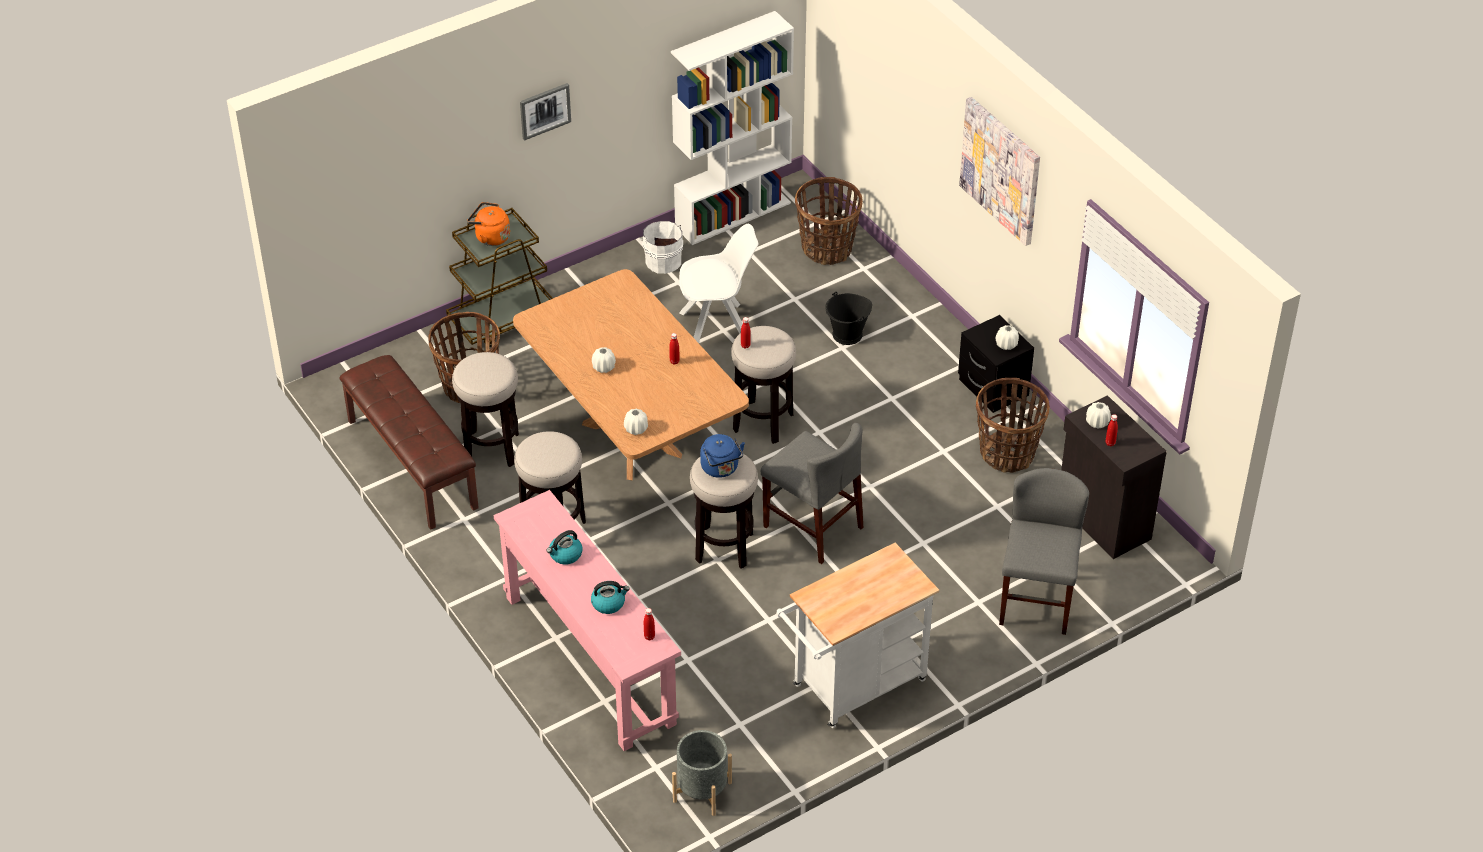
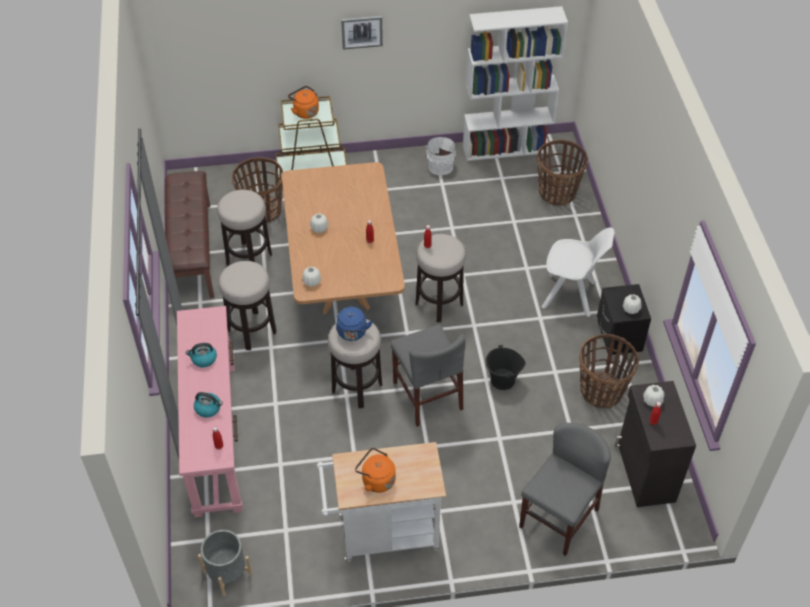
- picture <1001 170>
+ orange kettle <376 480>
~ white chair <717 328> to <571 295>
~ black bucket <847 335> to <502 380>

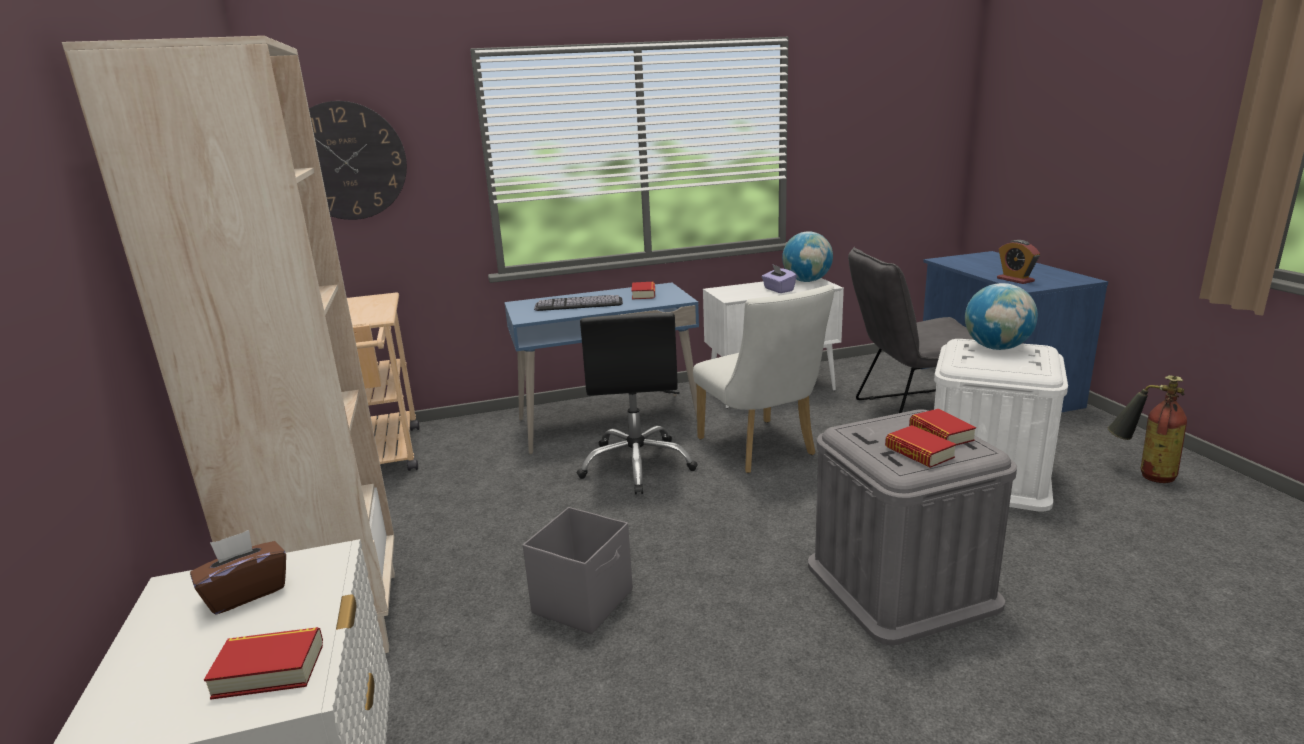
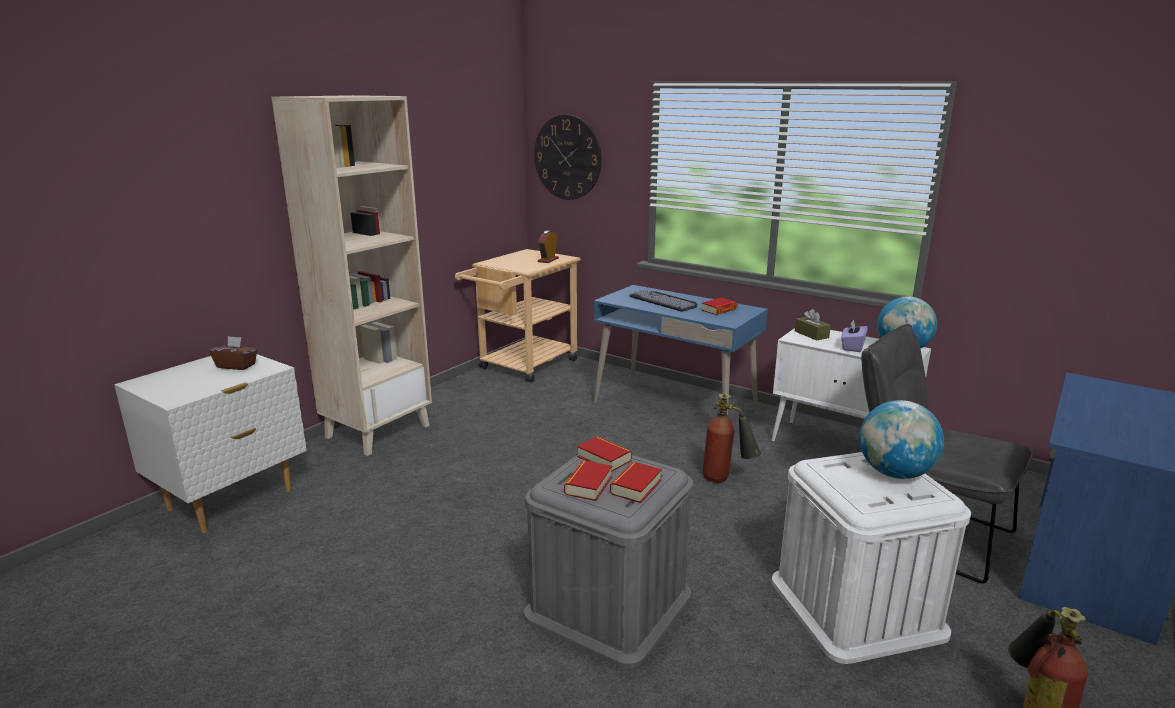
- grey storage box <584 601>
- black office chair <637 465>
+ brown tissue box <811 334>
~ book <269 670> to <604 458>
~ alarm clock <1015 280> to <548 260>
~ white chair <761 450> to fire extinguisher <726 479>

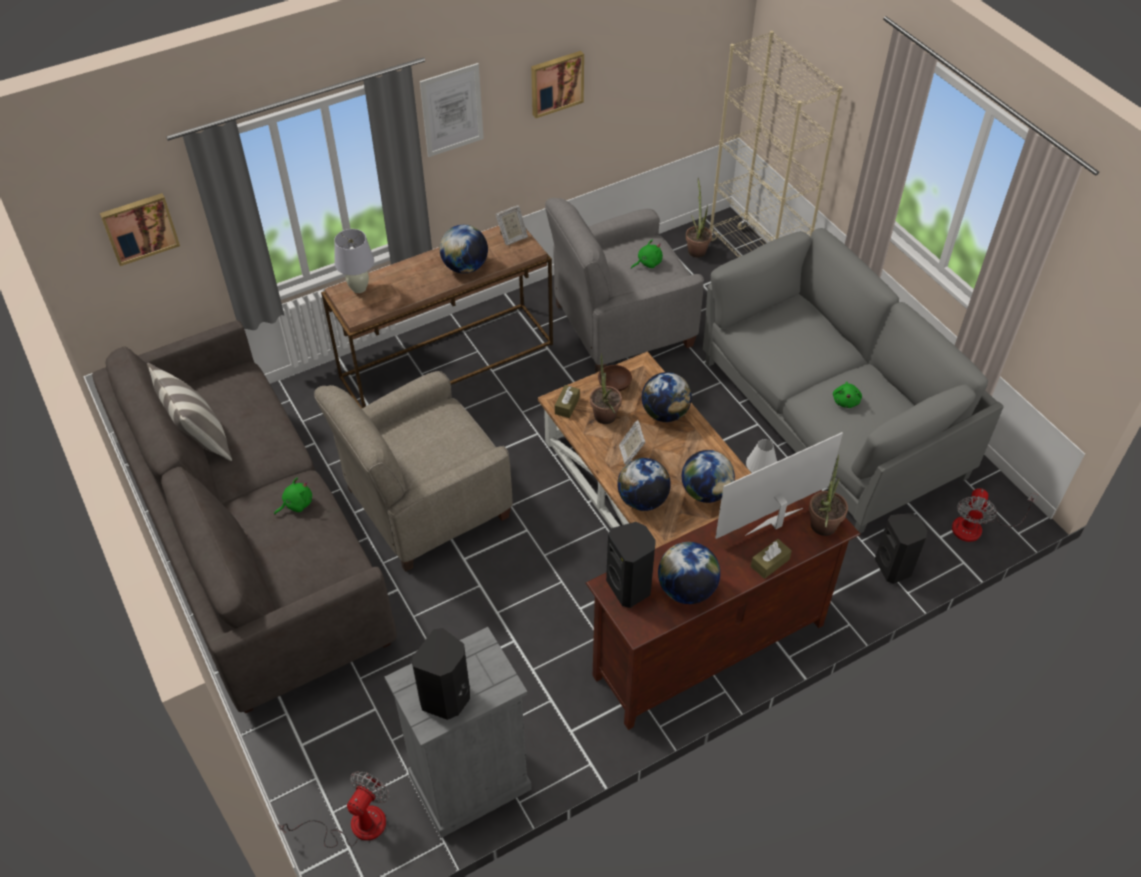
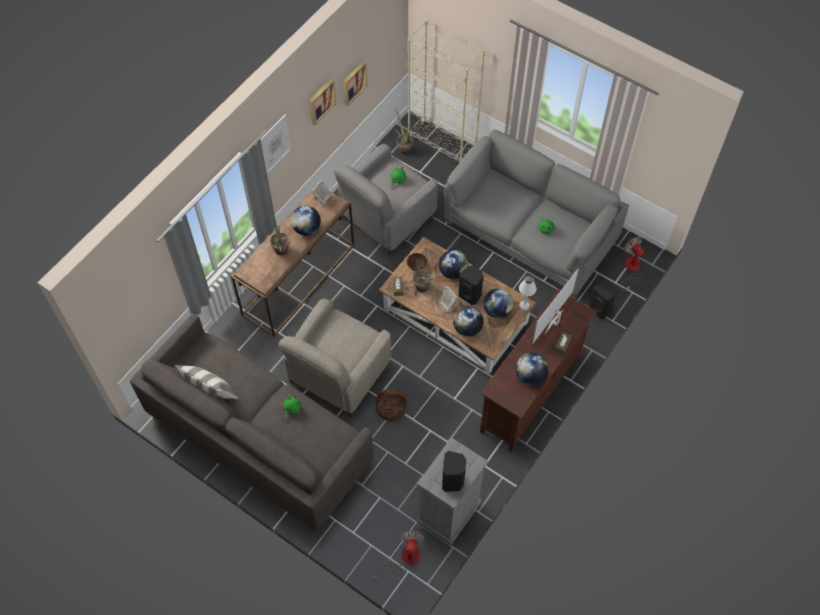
- white table lamp <359 288>
+ basket <391 409>
~ picture <139 227> to <353 82>
~ black speaker <630 587> to <470 295>
~ potted plant <821 530> to <281 252>
~ fan <977 527> = <631 269> 150 degrees clockwise

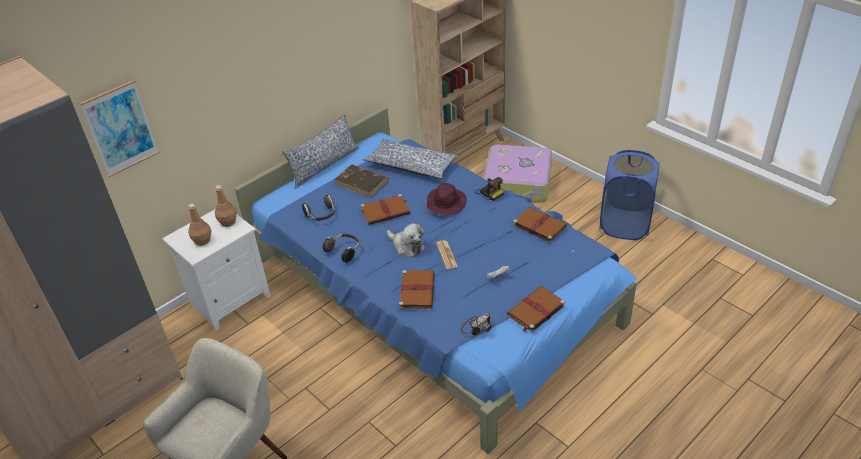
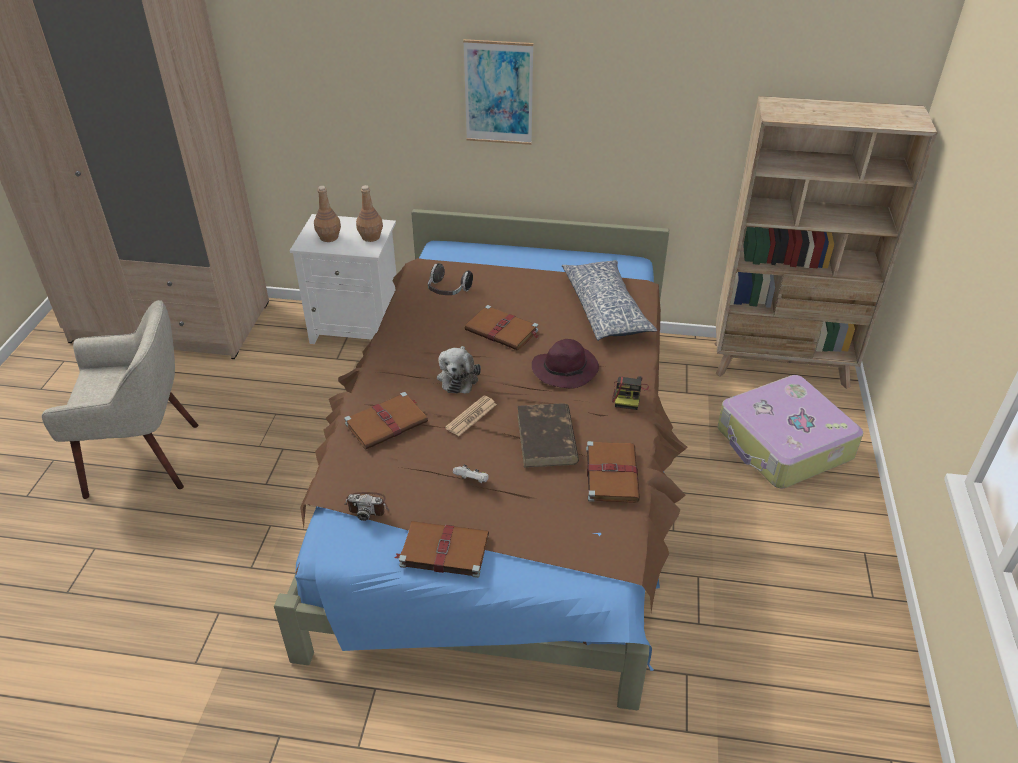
- pillow <324 165>
- headphones <344 251>
- blue laundry basket <625 225>
~ picture <121 128> to <498 93>
~ brown book <362 183> to <547 439>
~ blue bed <434 294> to brown bed <505 473>

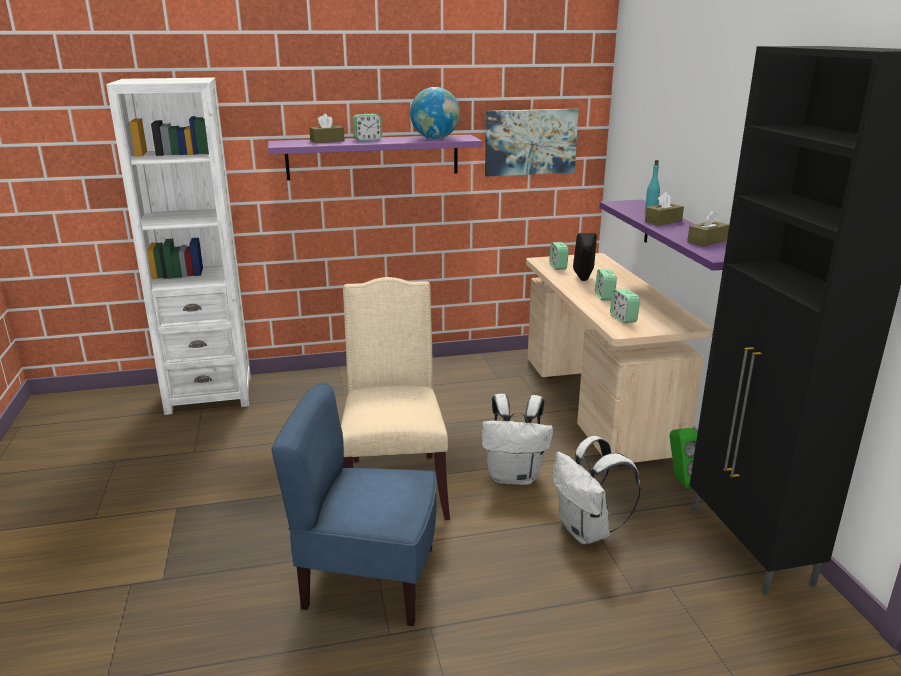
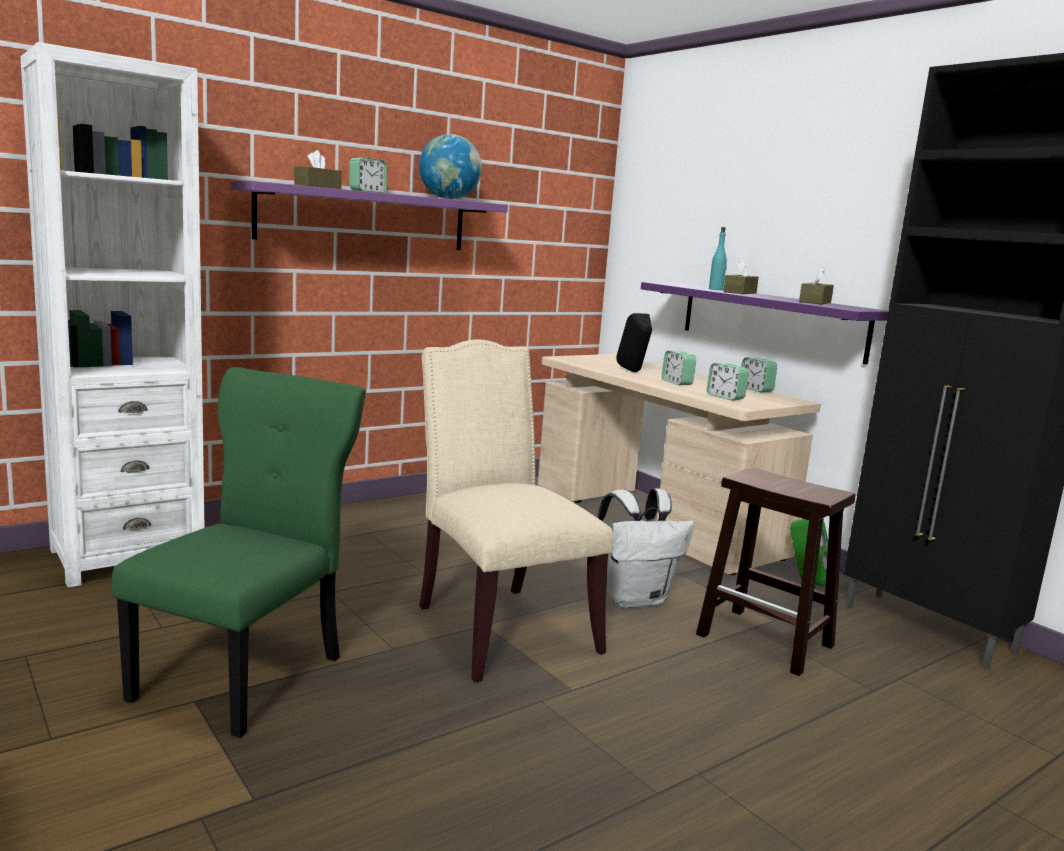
- blue chair <369 580>
- picture <530 142>
+ green chair <246 674>
~ alarm clock <558 267> to <755 389>
~ white backpack <587 531> to brown stool <767 641>

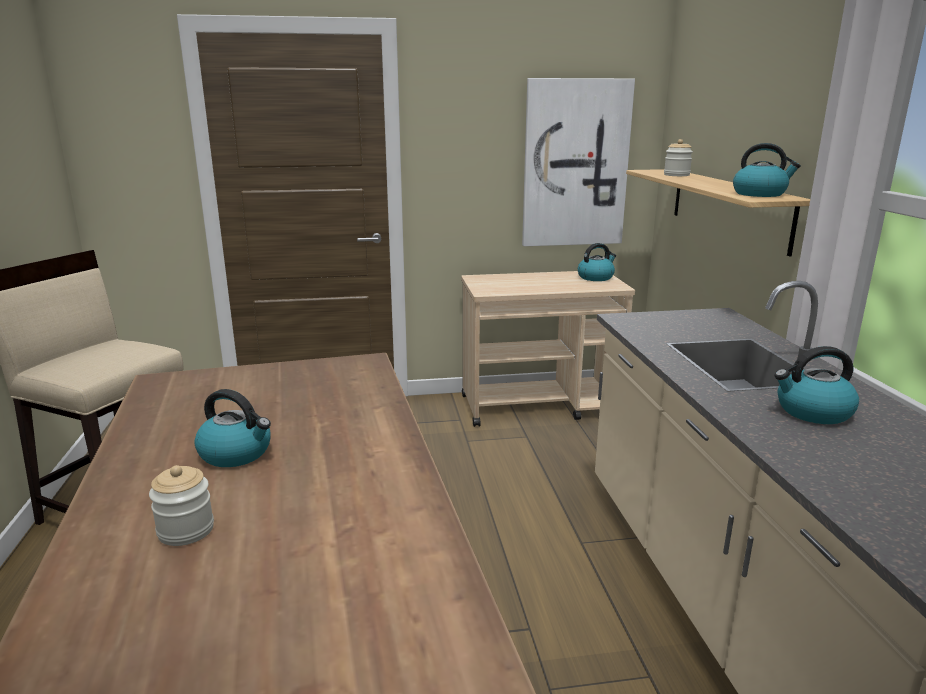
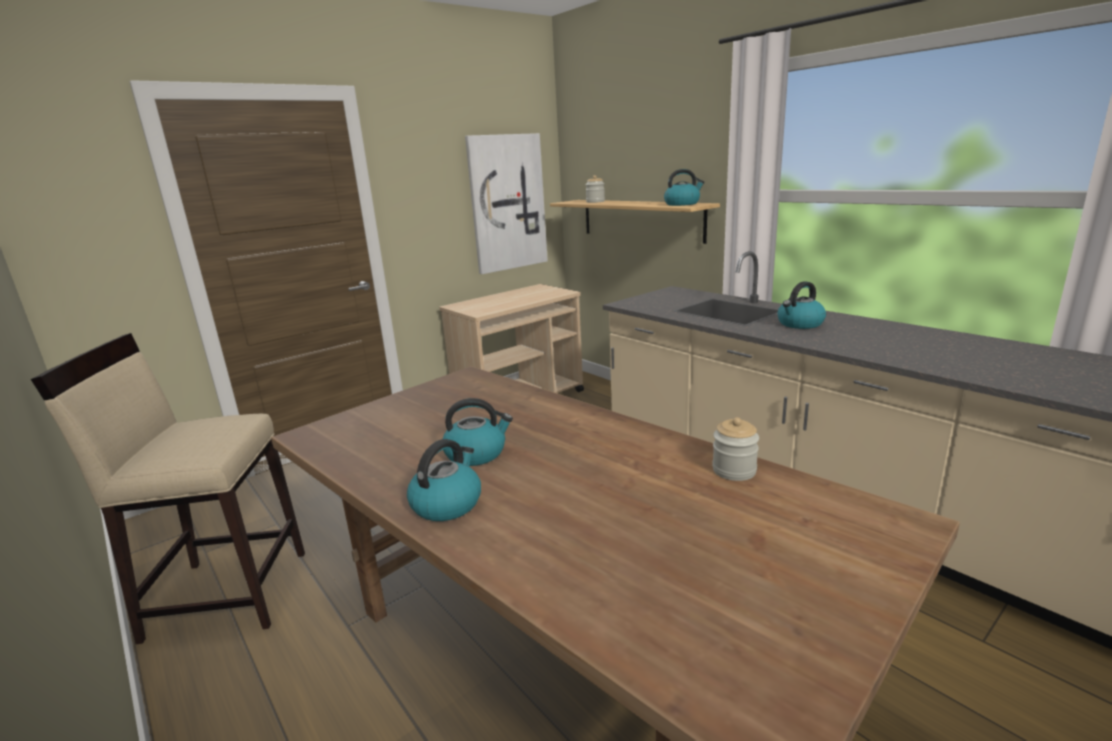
~ jar <186 530> to <734 470>
~ kettle <596 277> to <447 503>

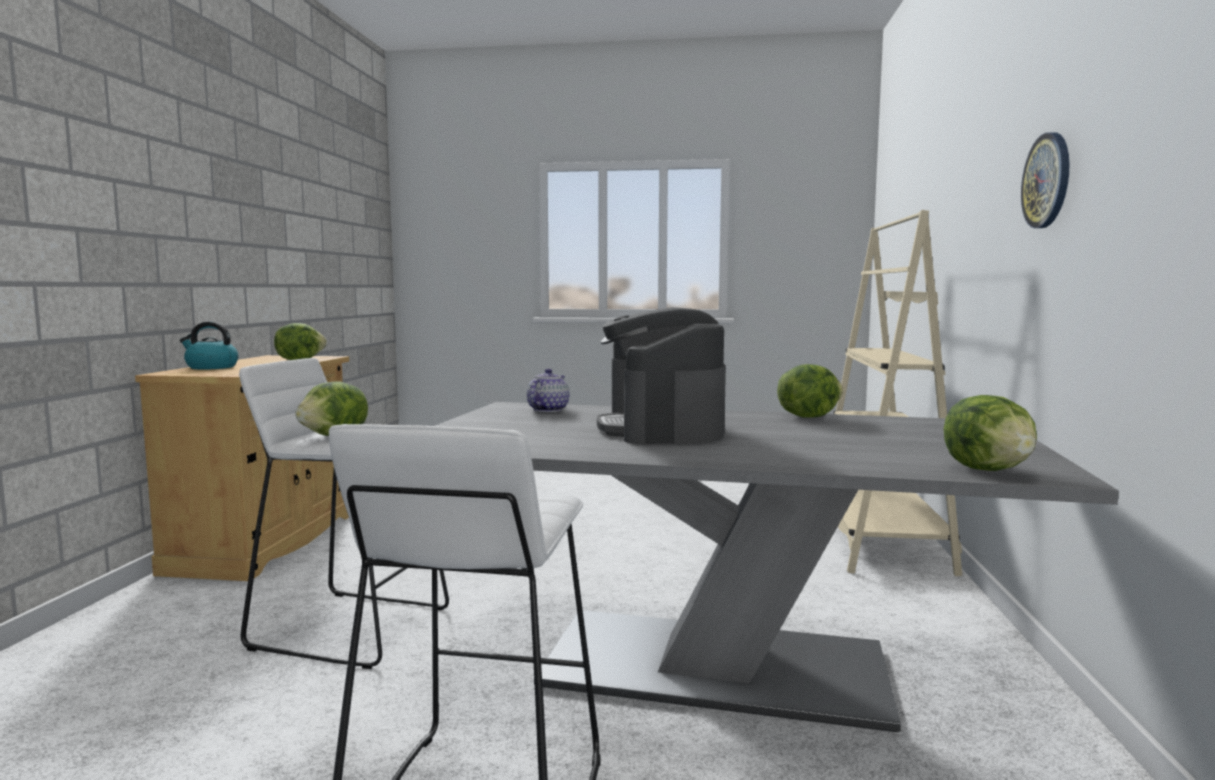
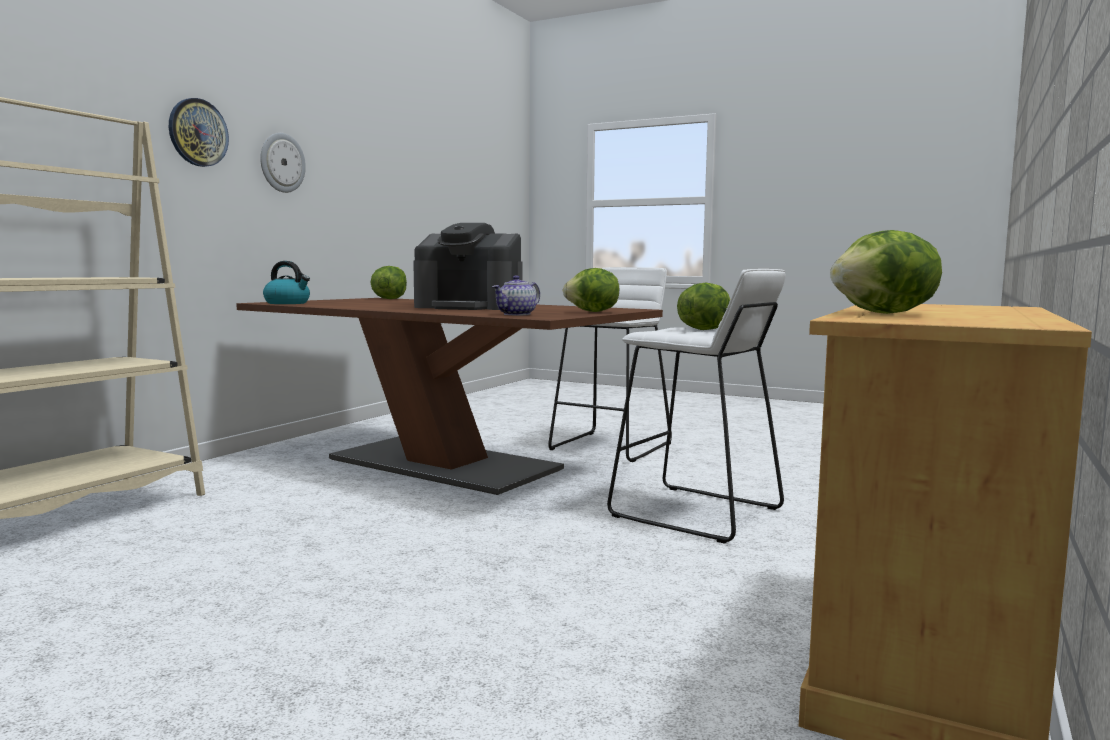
+ wall clock <282 163>
~ kettle <211 367> to <288 303>
~ lettuce <807 416> to <593 312>
~ grey dining table <715 667> to brown dining table <444 465>
~ coffee machine <661 429> = <470 307> 90 degrees clockwise

